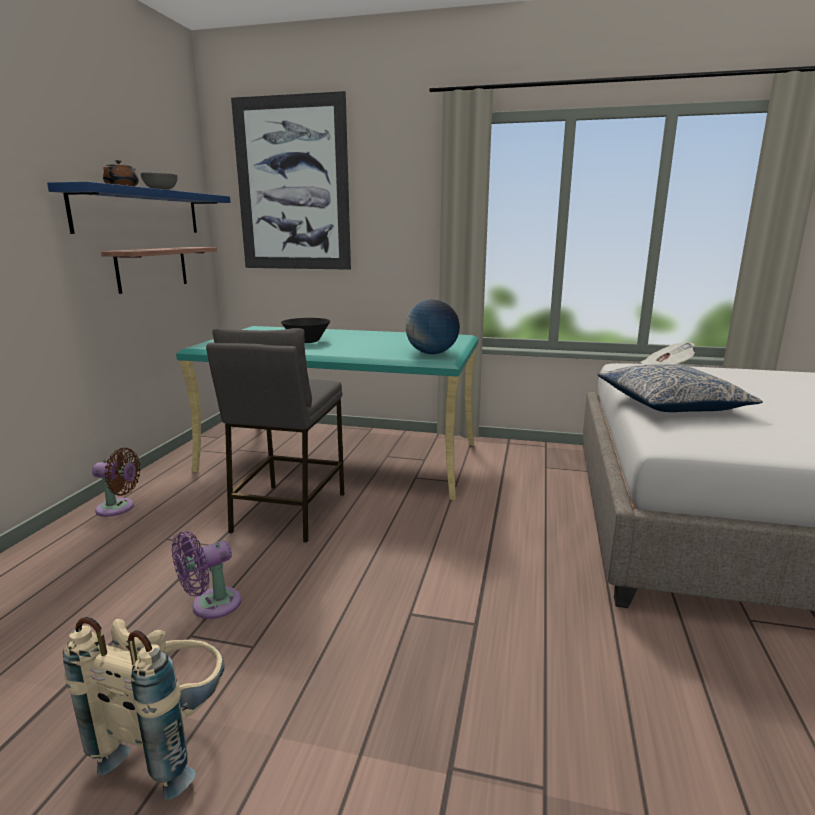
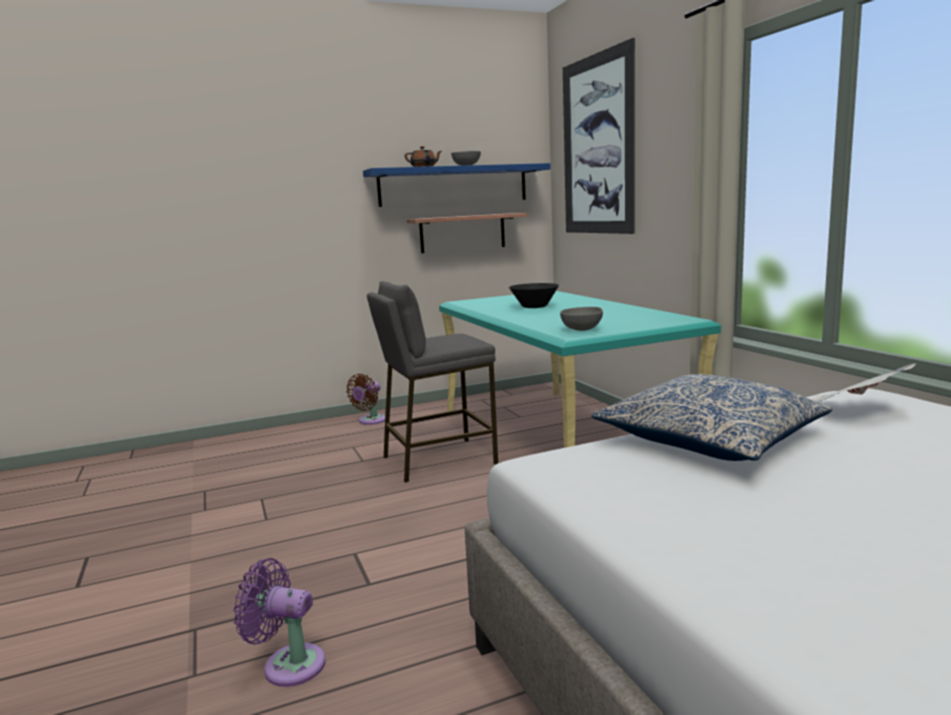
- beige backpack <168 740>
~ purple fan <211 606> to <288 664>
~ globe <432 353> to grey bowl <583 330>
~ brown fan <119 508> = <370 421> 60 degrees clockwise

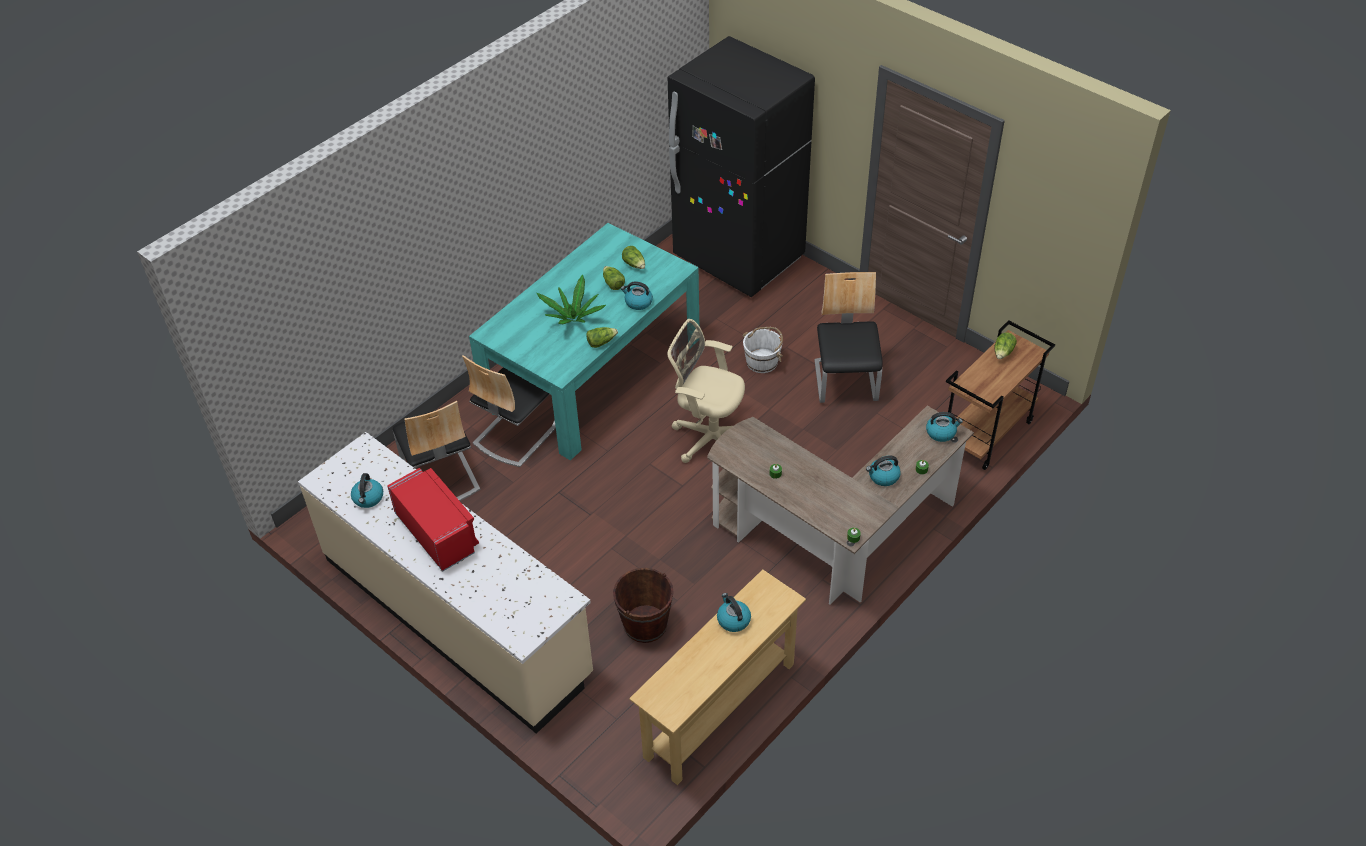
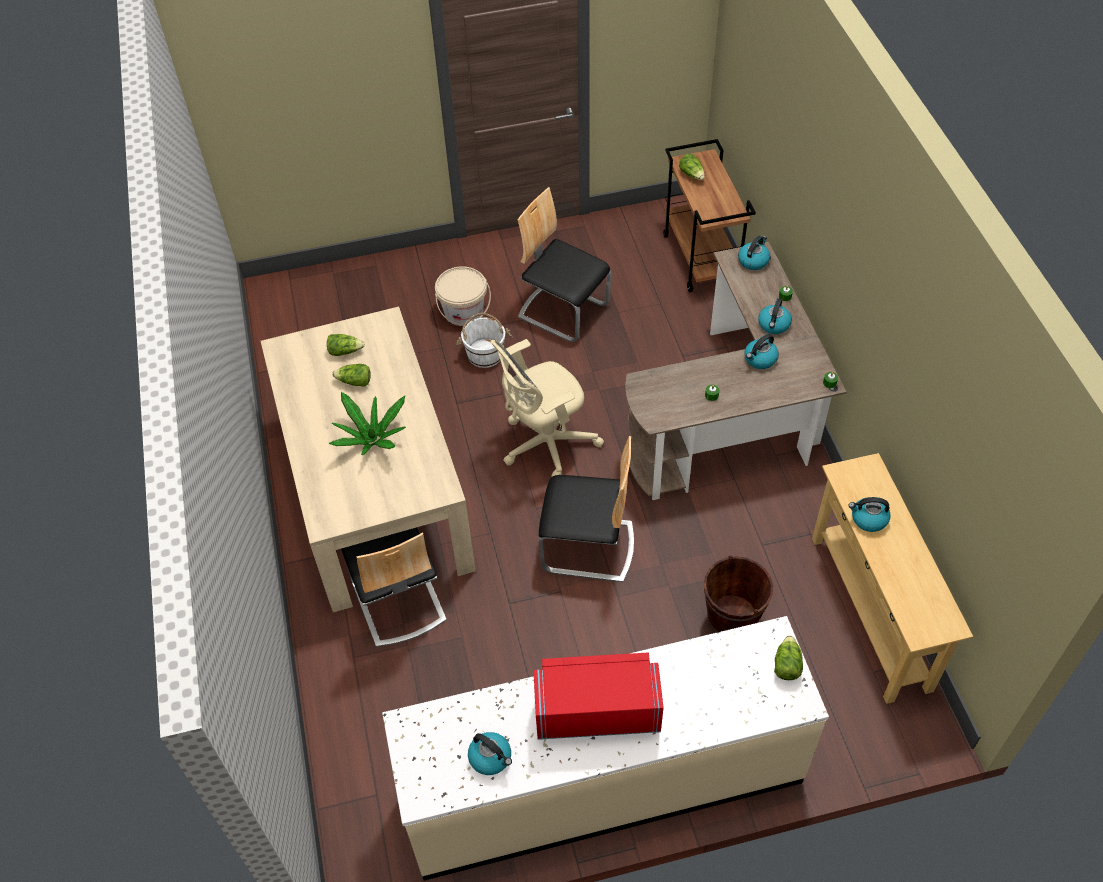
- black fridge <739 258>
+ beige bucket <463 312>
~ chair <440 477> to <588 547>
~ lettuce <601 342> to <786 665>
~ kettle <638 302> to <760 359>
~ turquoise dining table <593 373> to beige dining table <375 490>

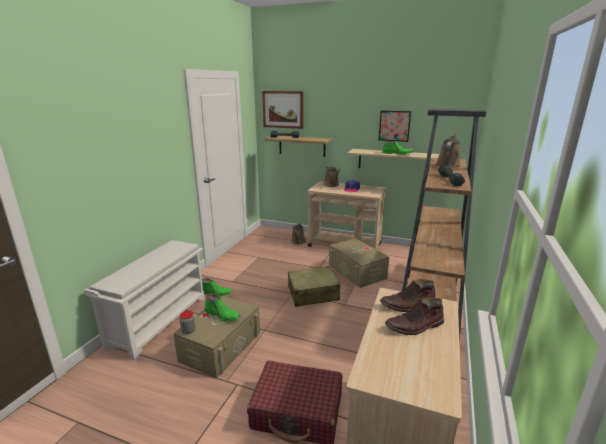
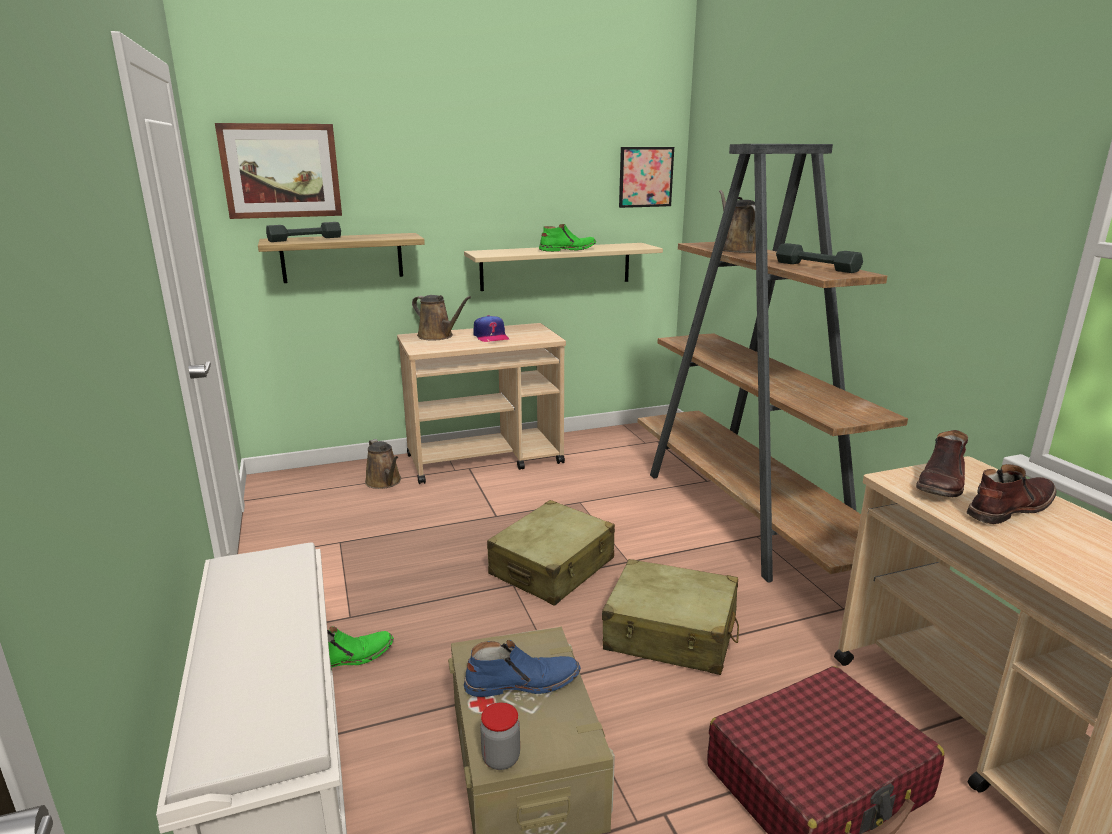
- beige storage box <357 272>
+ beige suitcase <671 634>
~ picture <394 126> to <645 177>
~ green boot <223 315> to blue boot <522 682>
~ brown boot <415 326> = <1008 508> 150 degrees counterclockwise

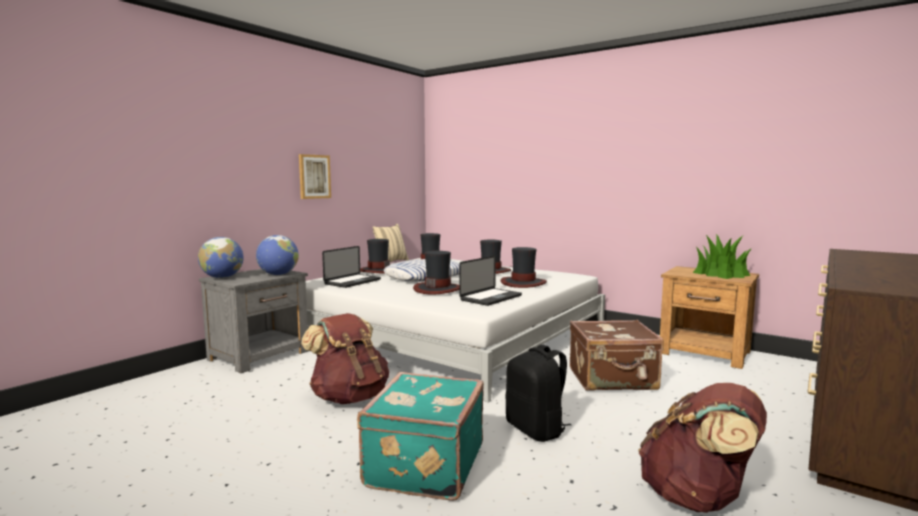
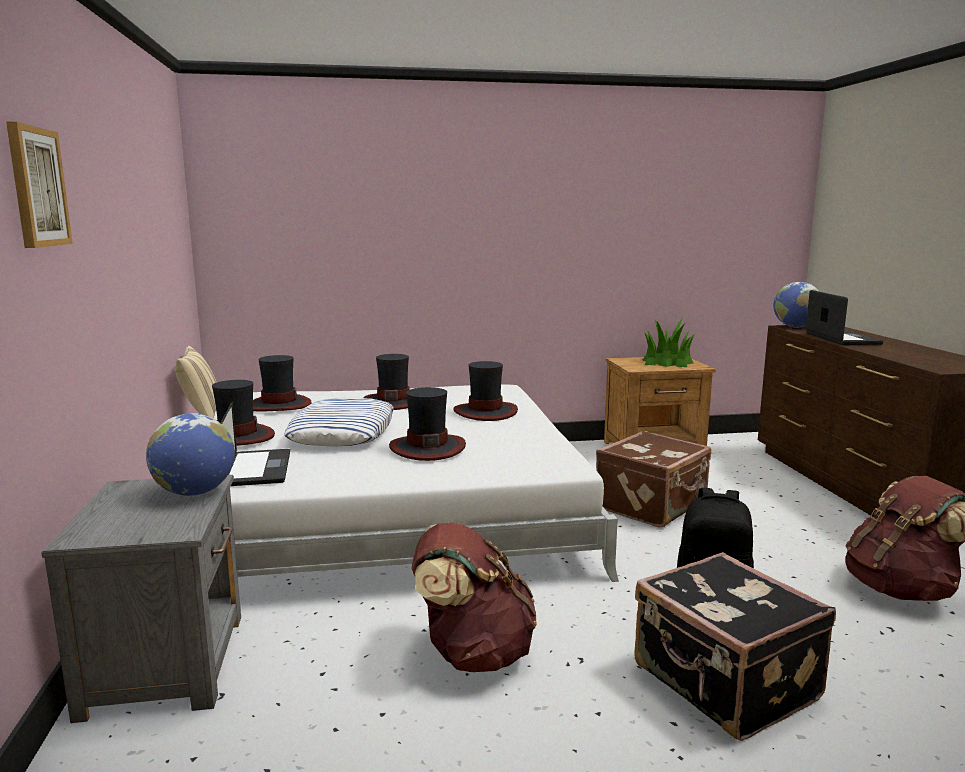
~ globe <222 278> to <795 327>
~ picture <314 176> to <37 187>
~ laptop <491 298> to <842 339>
~ turquoise suitcase <423 465> to black suitcase <724 684>

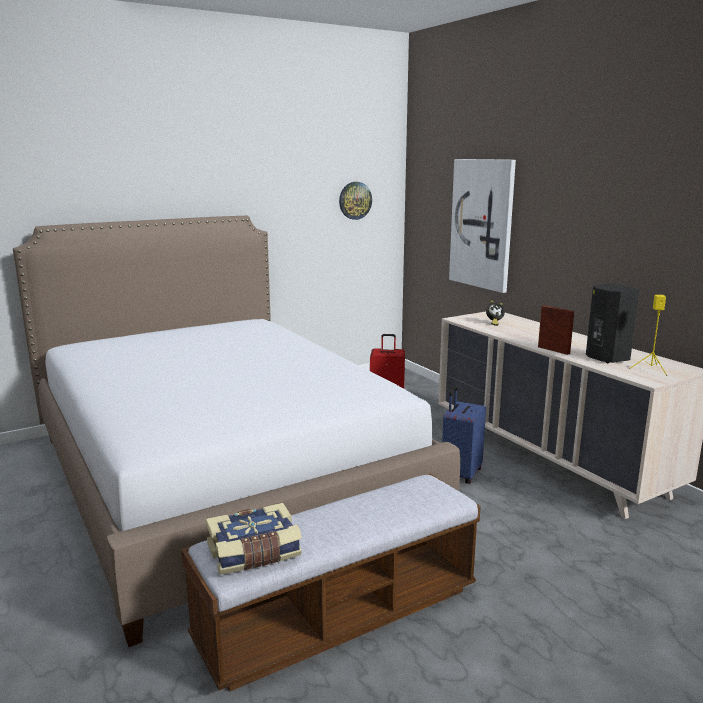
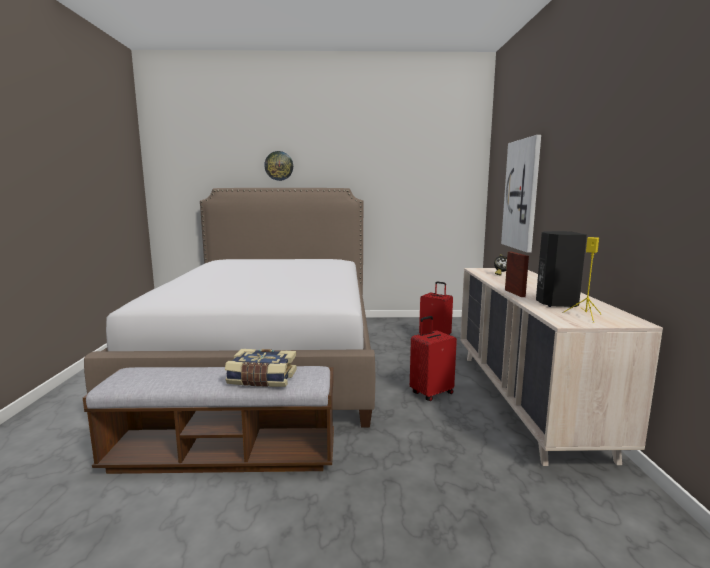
~ book <254 553> to <262 379>
~ wall clock <355 200> to <279 166>
~ blue suitcase <460 474> to red suitcase <431 393>

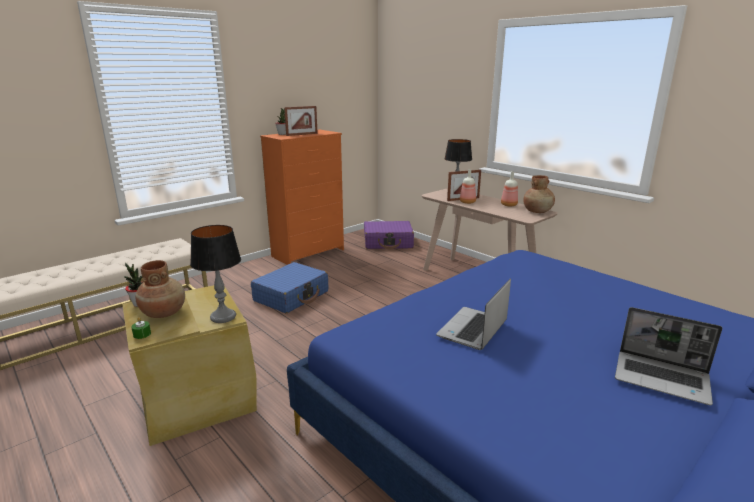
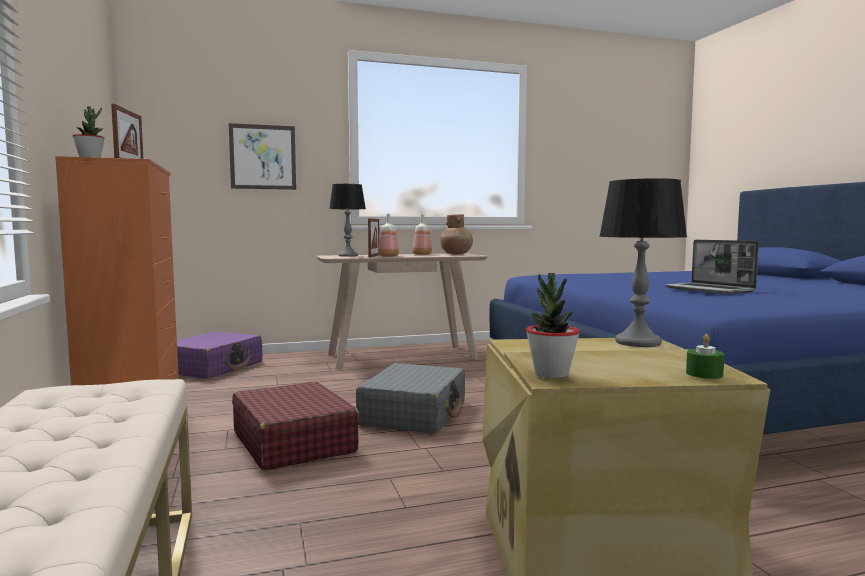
- brown vase <164 313>
- laptop <662 378>
+ picture <263 157>
+ grey suitcase <414 413>
~ blue suitcase <291 296> to red suitcase <293 442>

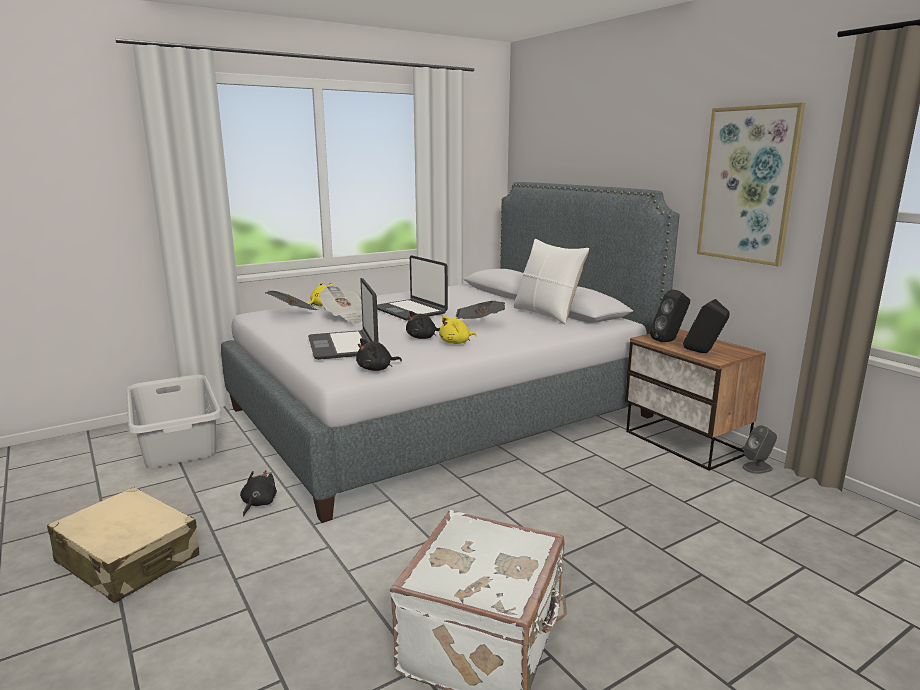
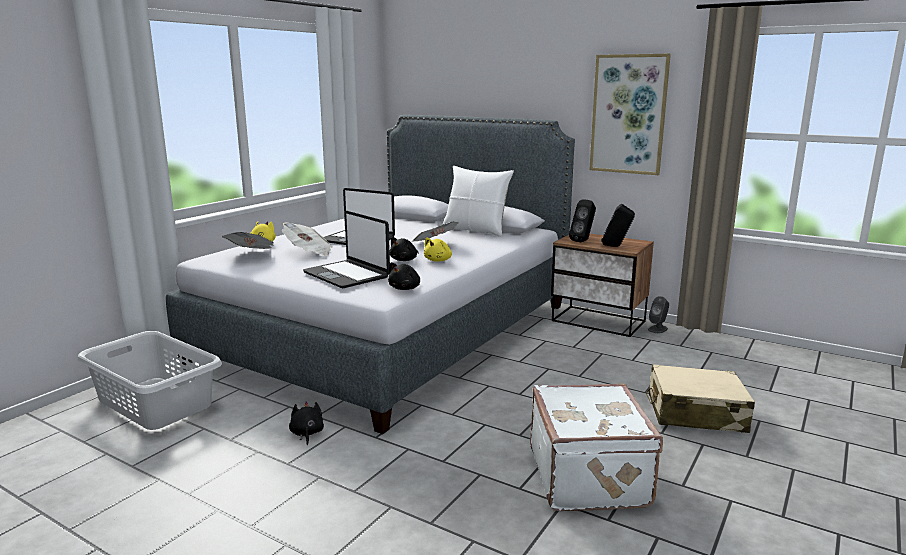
~ beige suitcase <128 559> to <695 413>

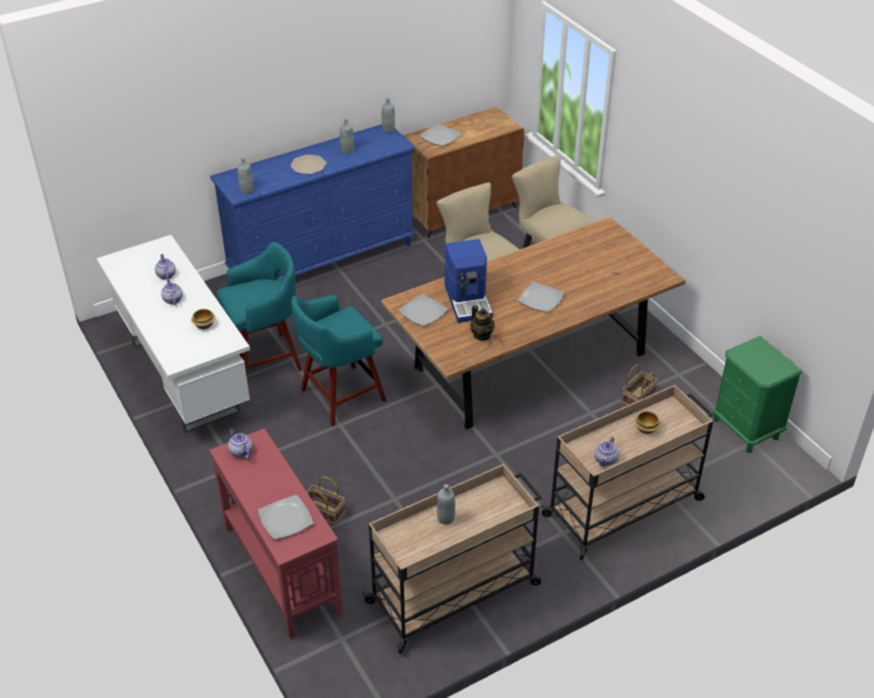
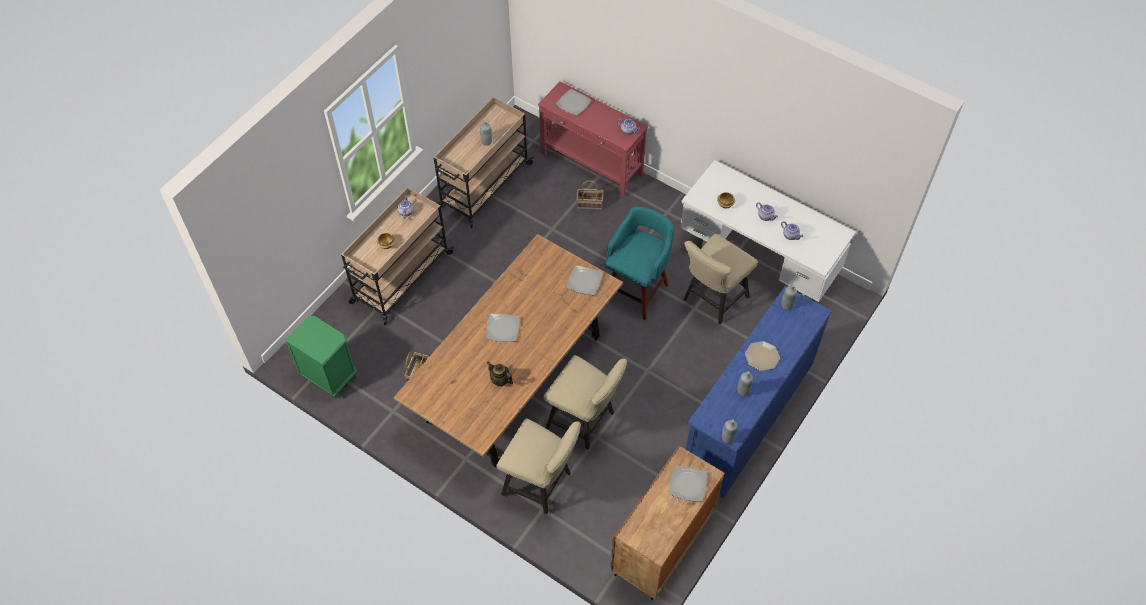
- coffee machine <468 300>
~ teapot <482 335> to <500 380>
~ turquoise stool <266 359> to beige chair <712 300>

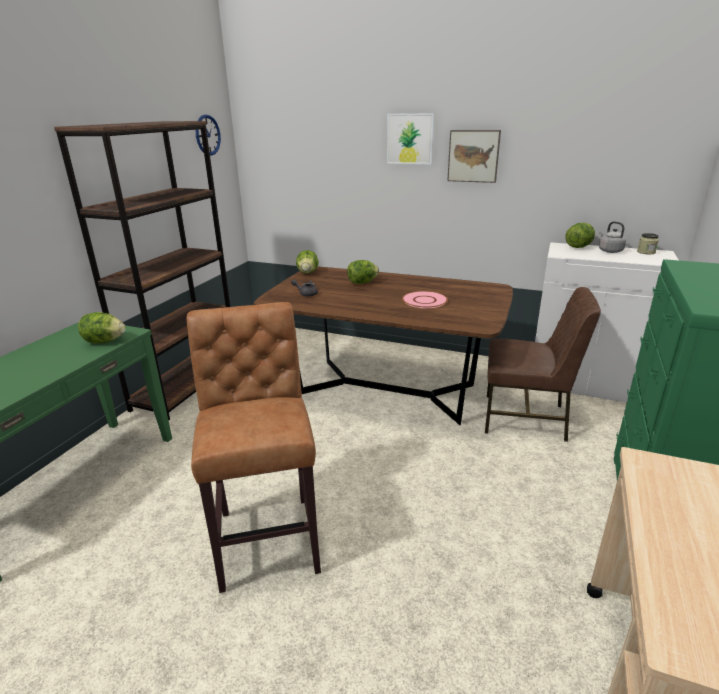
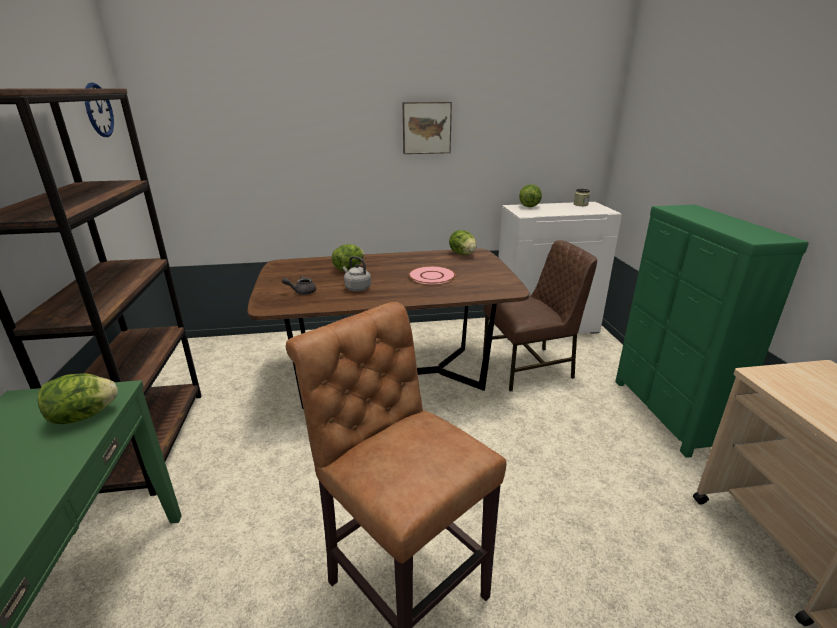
- picture <410 139>
~ lettuce <307 272> to <462 254>
~ grey kettle <609 251> to <356 288>

